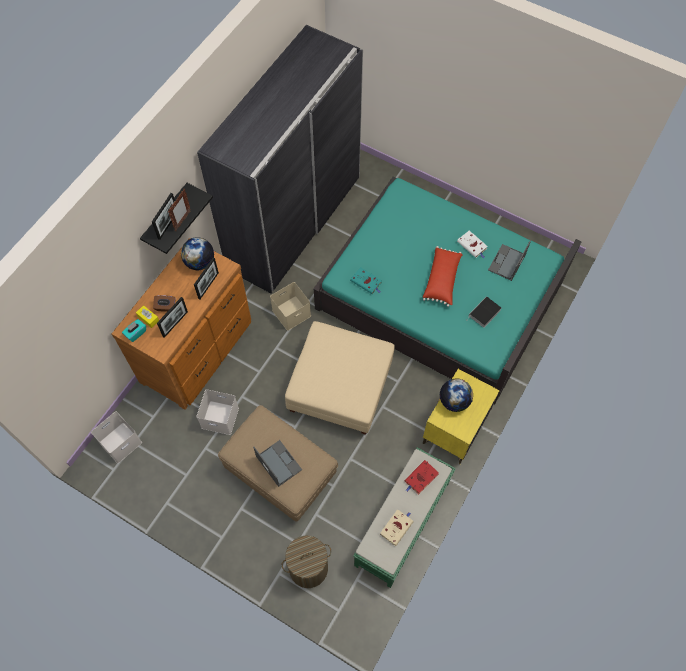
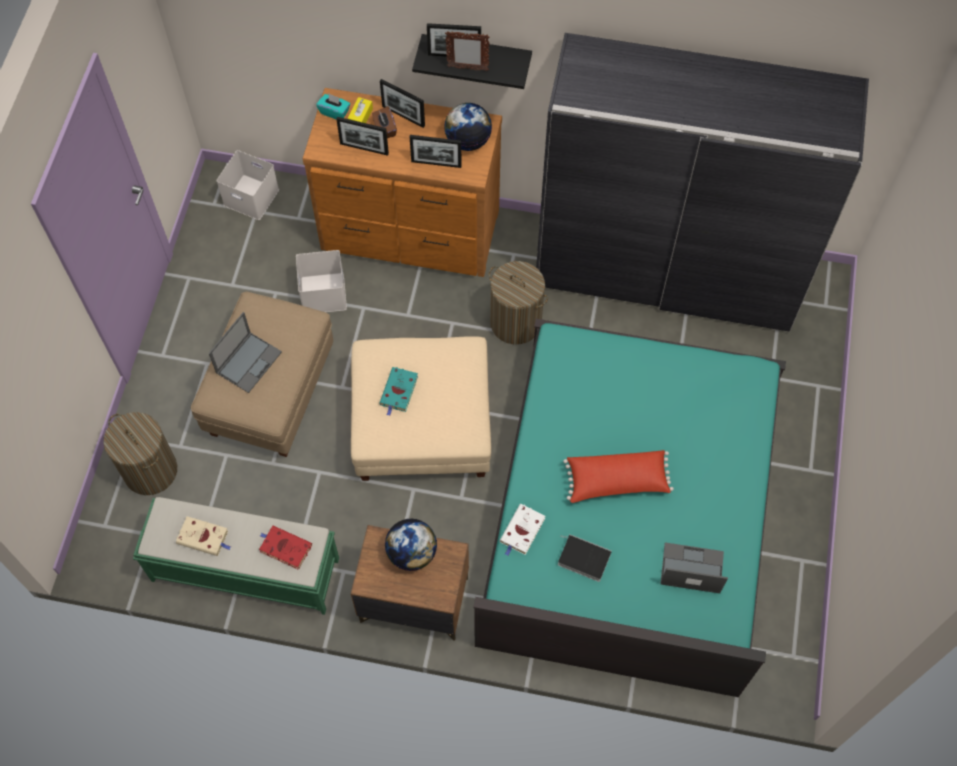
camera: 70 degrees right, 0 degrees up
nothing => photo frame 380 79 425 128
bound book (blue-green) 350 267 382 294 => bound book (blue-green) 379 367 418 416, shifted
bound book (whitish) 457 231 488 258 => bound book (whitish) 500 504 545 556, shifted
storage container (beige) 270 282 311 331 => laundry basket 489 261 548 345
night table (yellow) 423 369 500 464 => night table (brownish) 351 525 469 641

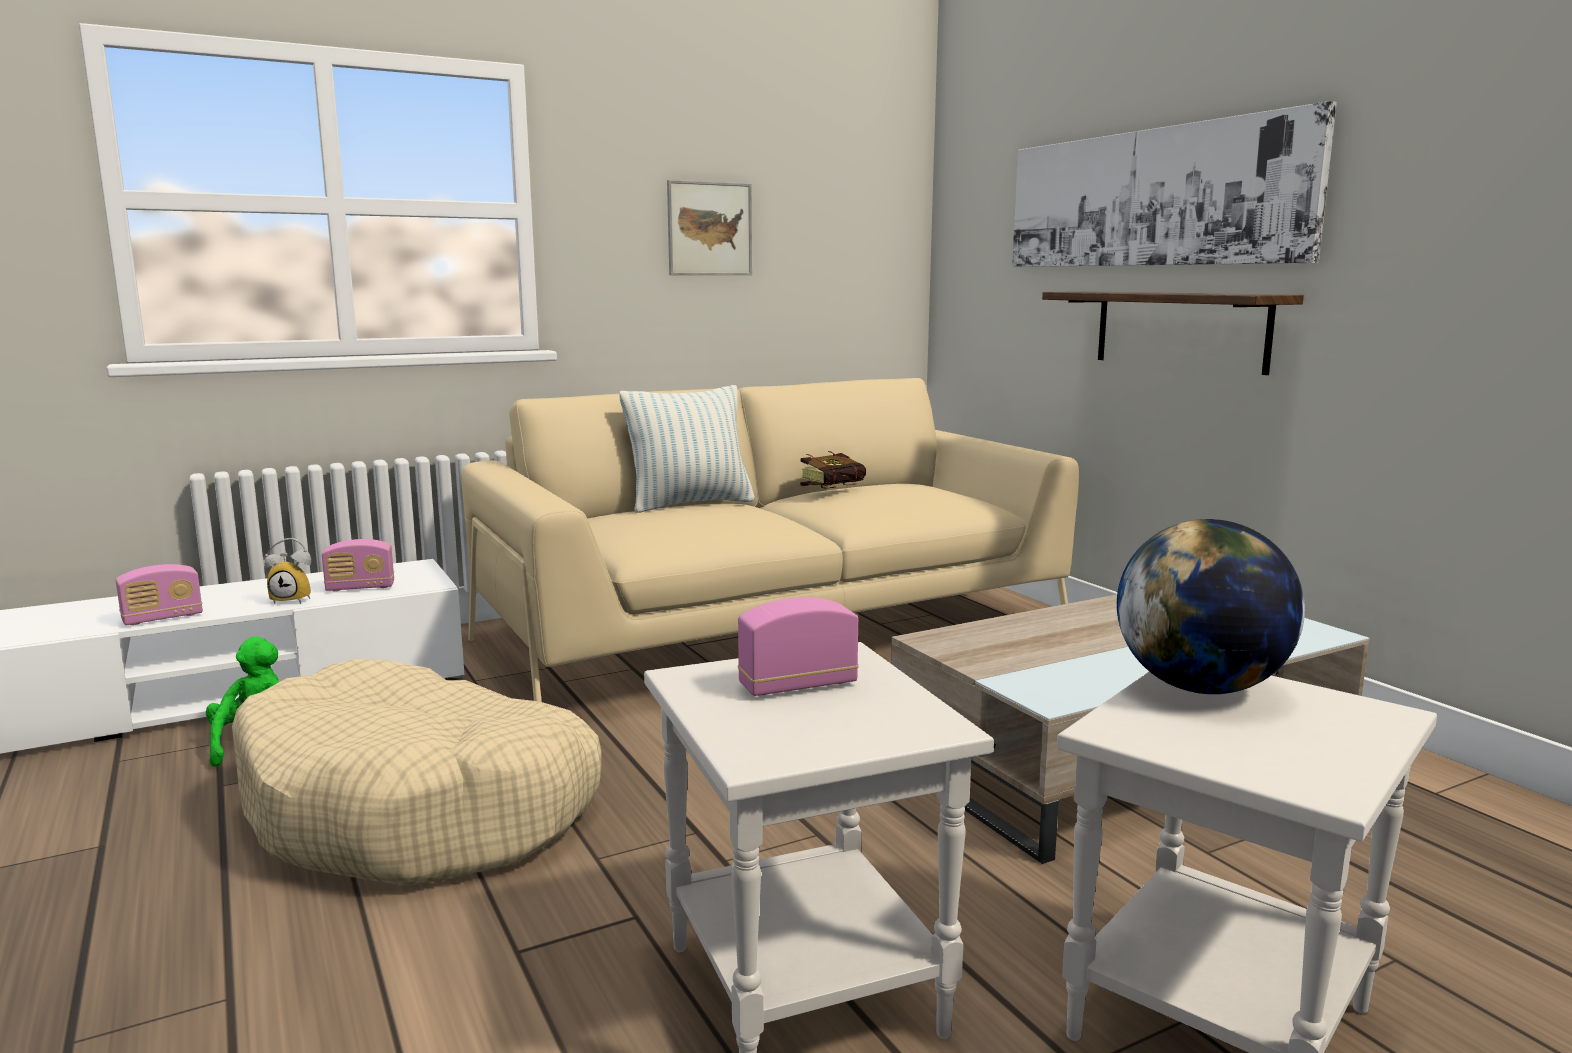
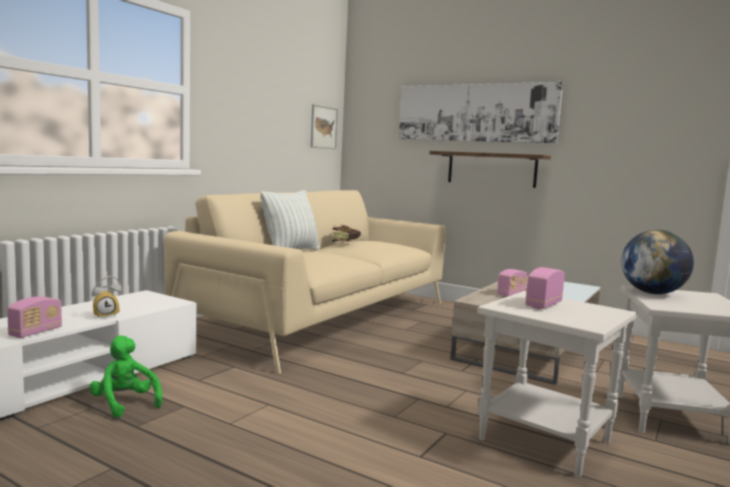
camera: 30 degrees left, 5 degrees down
dog bed (beige) 232 659 602 885 => nothing
radio set 322 539 394 591 => radio set 497 269 527 296, shifted
wall art 667 180 752 275 => wall art 311 104 338 149, shifted

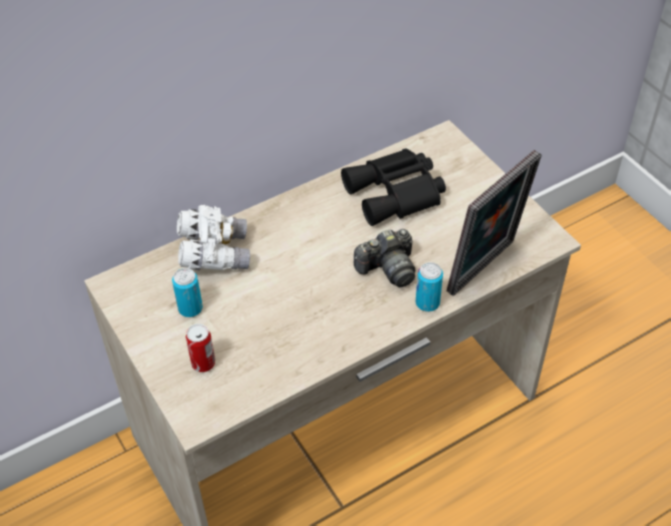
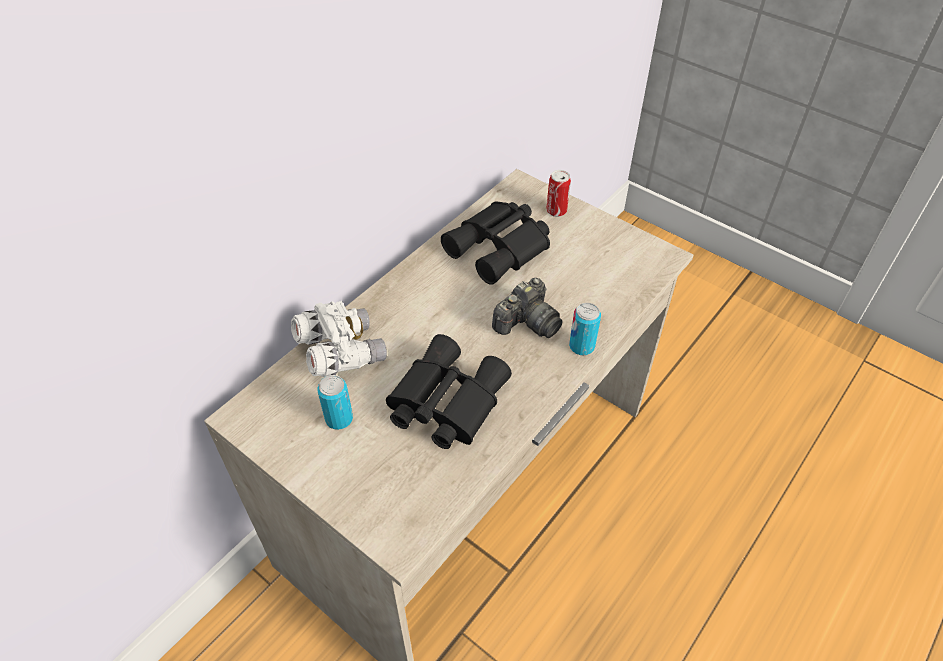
camera: 20 degrees left, 0 degrees up
photo frame 447 150 542 296 => nothing
nothing => field glasses (black-coloured) 386 334 512 449
can 186 324 215 372 => can 546 170 571 217, shifted

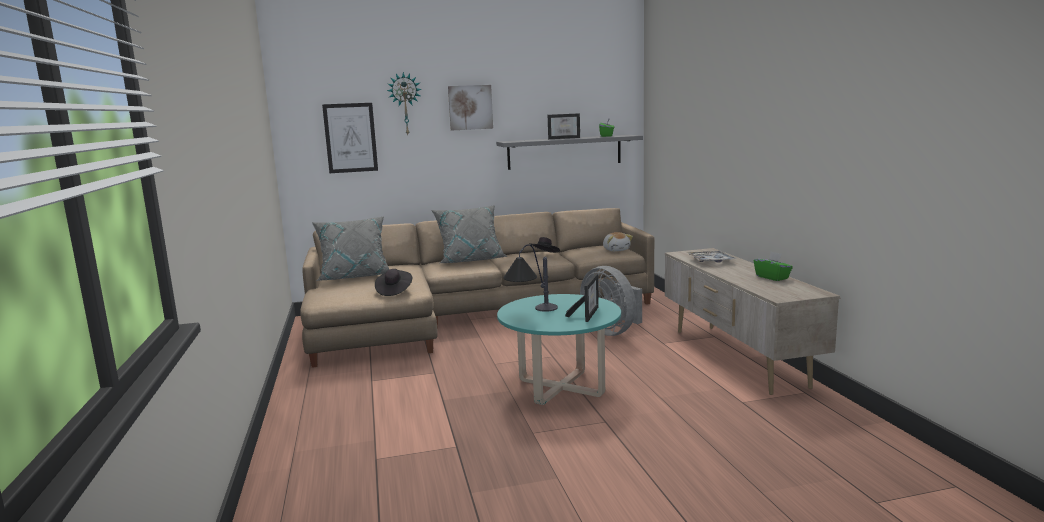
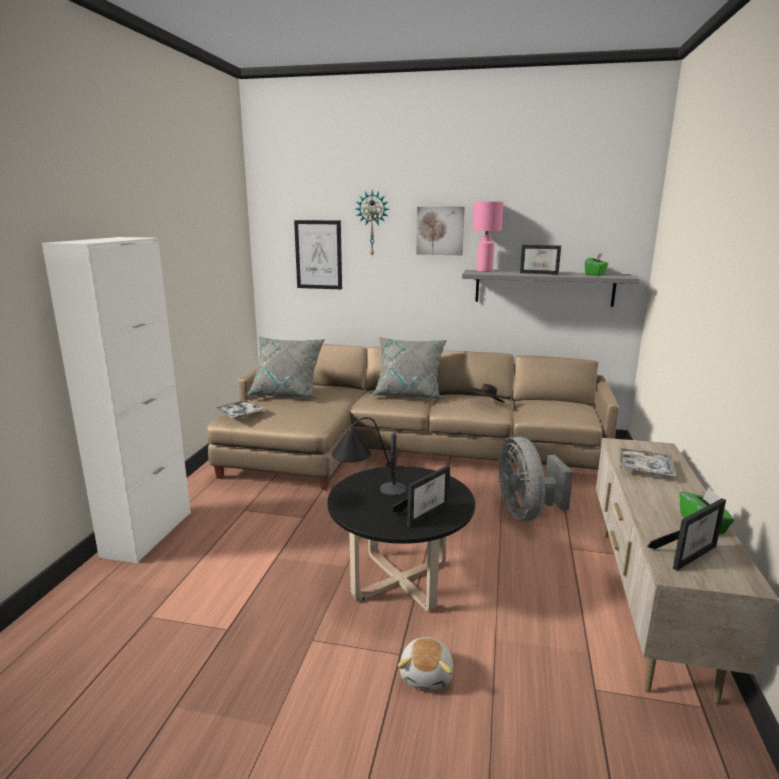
camera: 25 degrees right, 5 degrees up
clothing hat (black-coloured) 375 269 412 296 => nothing
nothing => cabinet (whitish) 42 237 191 563
nothing => tray 214 400 266 418
nothing => lamp for a table (pinkish) 472 202 504 272
nothing => photo frame 647 498 726 571
soft toy 603 232 633 251 => soft toy 398 637 453 690, shifted
low table (blue-green) 497 294 621 405 => low table (black-coloured) 327 466 475 611

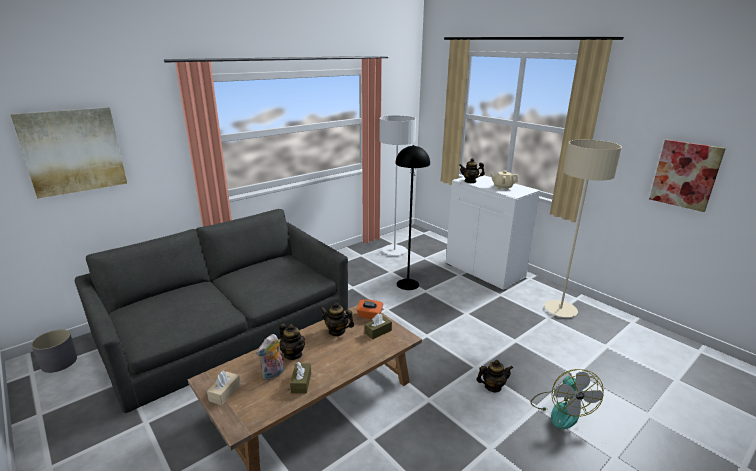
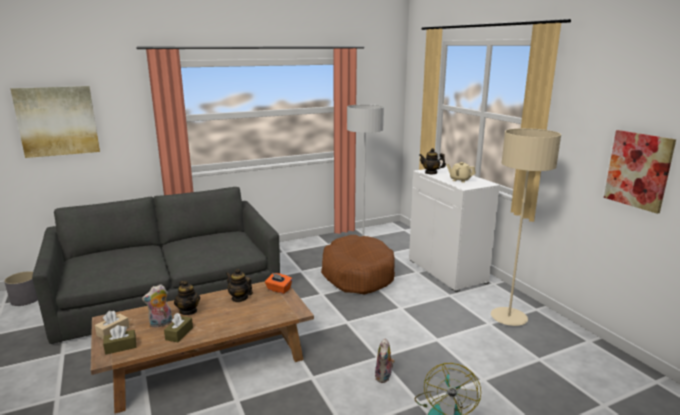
camera: 15 degrees right, 5 degrees down
box of tissues (brownish) 365 313 392 340 => box of tissues (brownish) 103 325 136 355, shifted
standard lamp (black-coloured) 395 145 430 290 => dog bed (brownish) 321 235 395 295
teapot 476 360 513 393 => soft toy 375 338 395 383

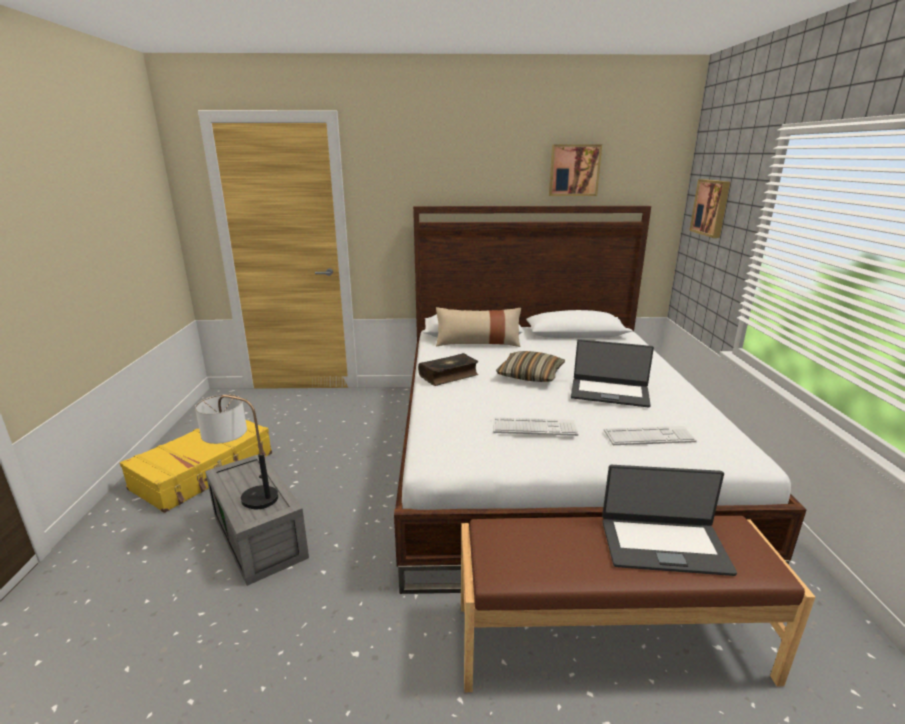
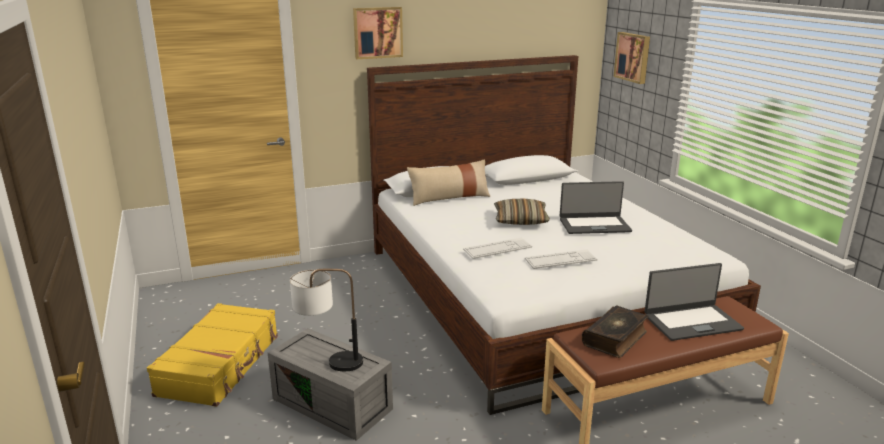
camera: 20 degrees left, 0 degrees up
bound book 418 353 478 386 => bound book 582 305 649 358, shifted
wall art 549 144 602 196 => wall art 353 7 403 59, shifted
keyboard 604 426 697 445 => keyboard 463 237 532 259, shifted

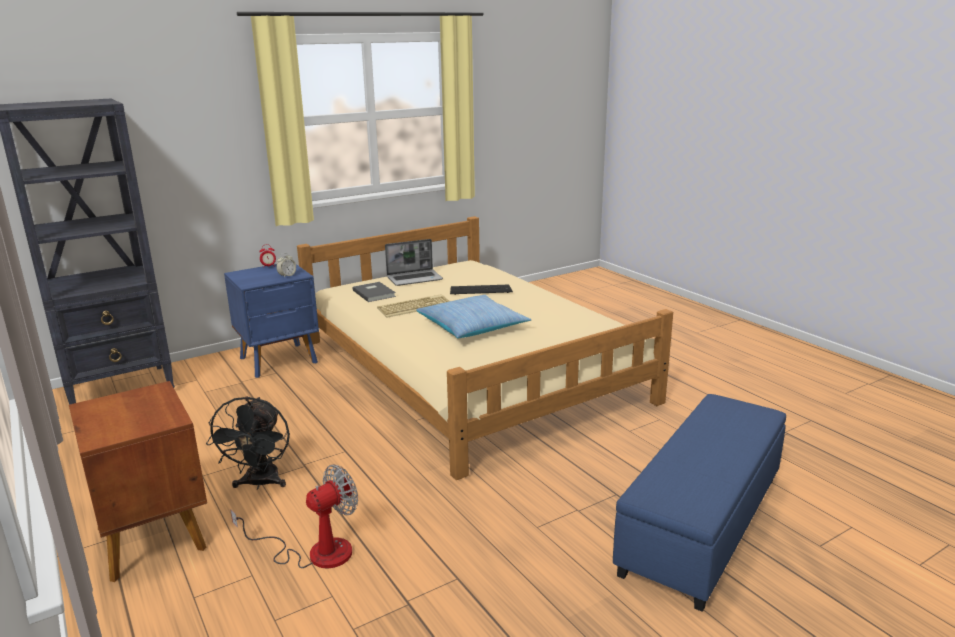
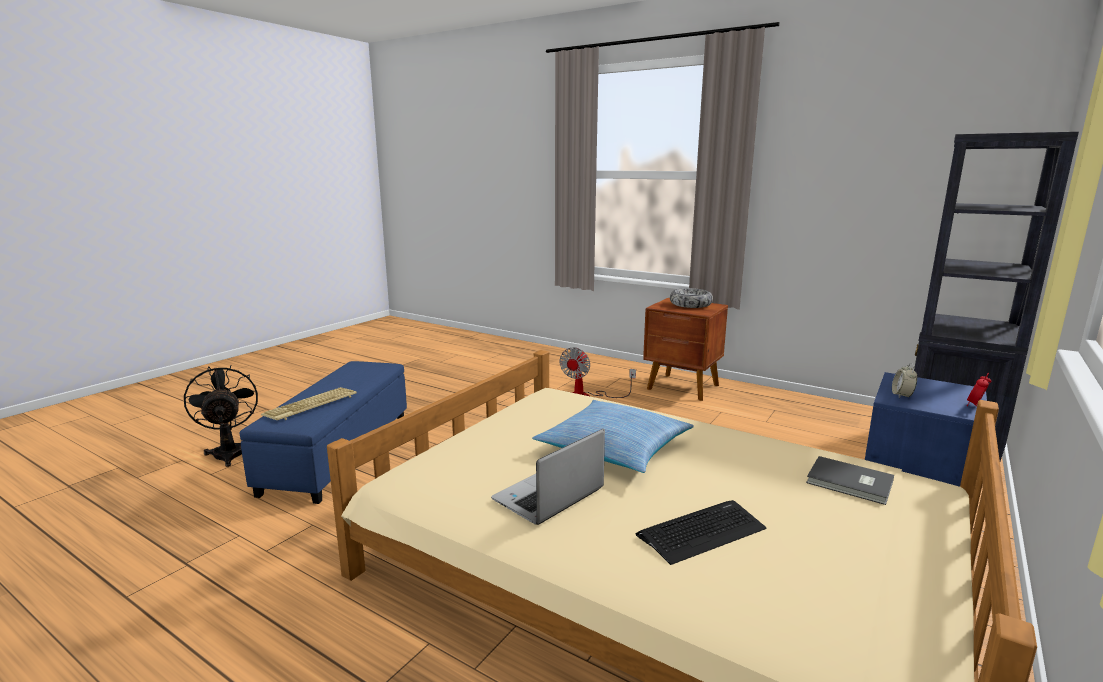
camera: 155 degrees right, 5 degrees down
nothing => serving bowl 670 288 713 308
cooling fan (black-coloured) 206 396 290 490 => cooling fan (black-coloured) 184 365 258 467, shifted
keyboard 377 294 450 318 => keyboard 261 387 357 420, shifted
portable computer 385 239 443 286 => portable computer 491 429 605 525, shifted

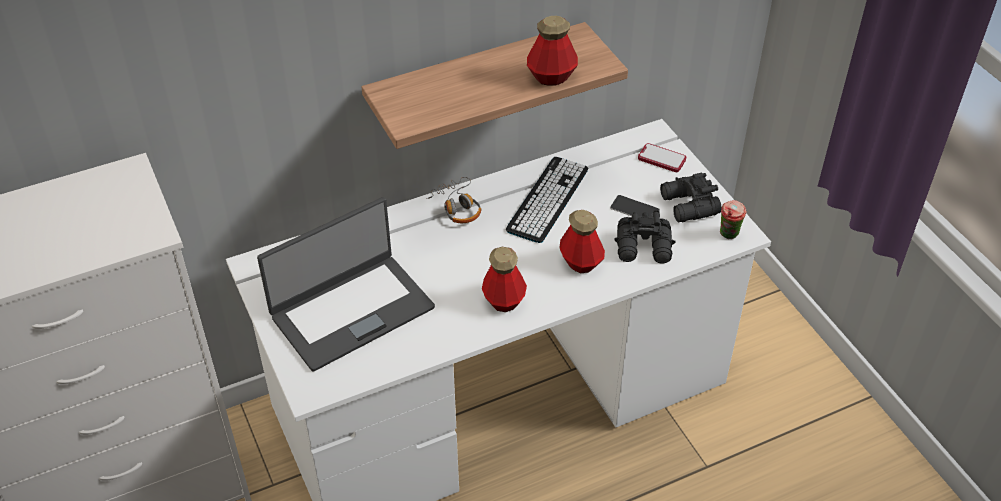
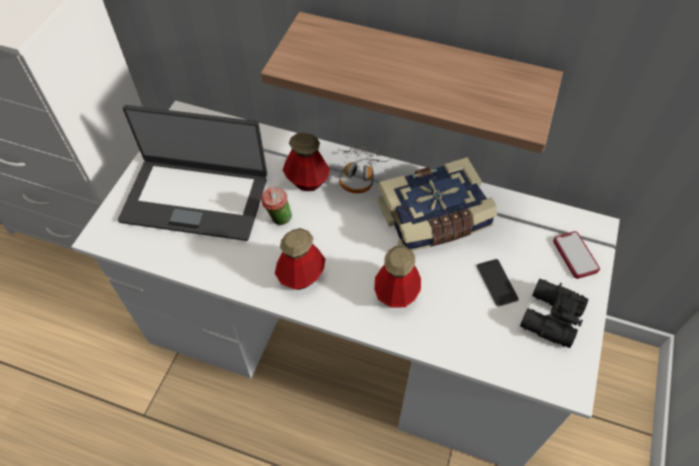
camera: 45 degrees right, 10 degrees up
field glasses (black-coloured) 614 210 676 263 => nothing
drink bottle 527 16 578 86 => drink bottle 283 133 330 191, shifted
small cup 720 200 747 239 => small cup 260 187 292 225, shifted
keyboard 506 157 588 243 => bound book 377 157 497 251

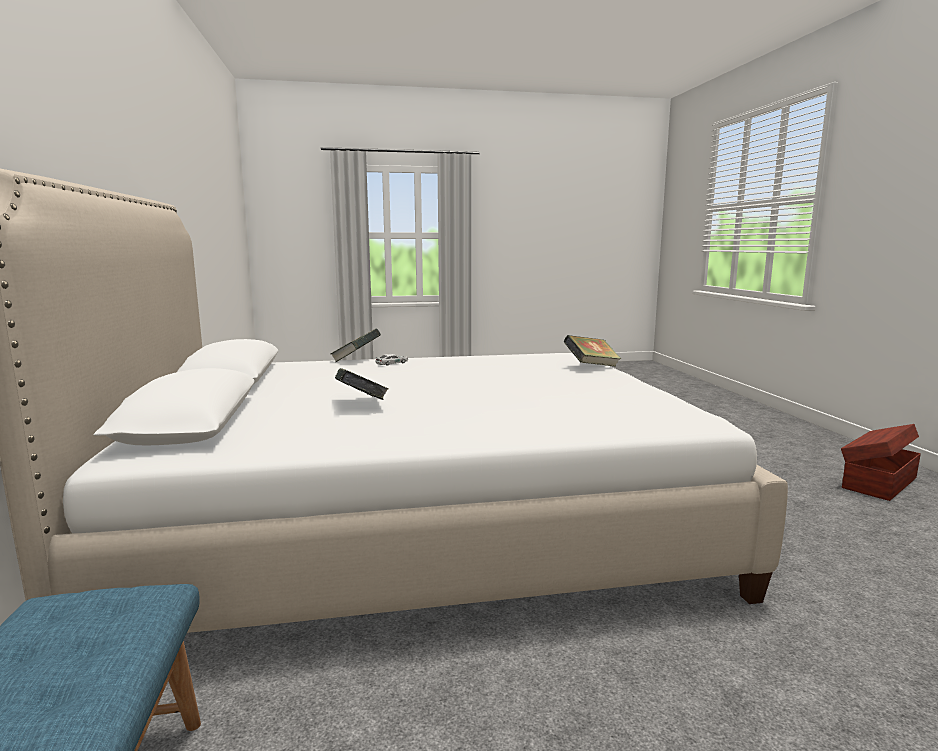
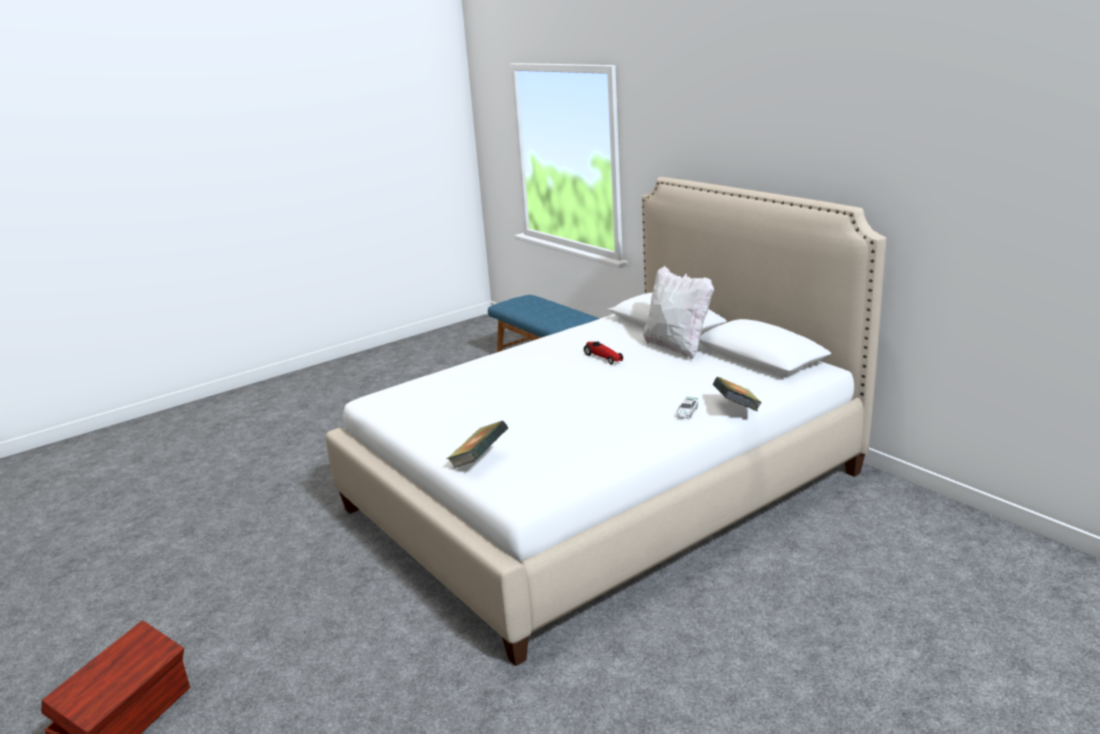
camera: 155 degrees right, 10 degrees up
nothing => throw pillow (whitish) 643 266 714 359
bound book 335 368 388 400 => model car 584 342 623 365

